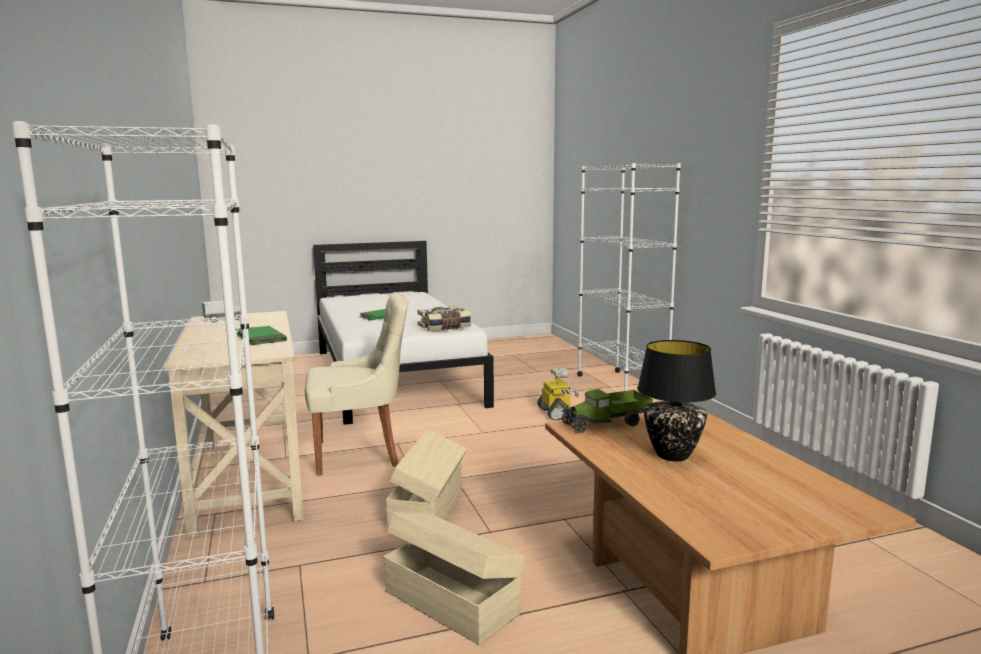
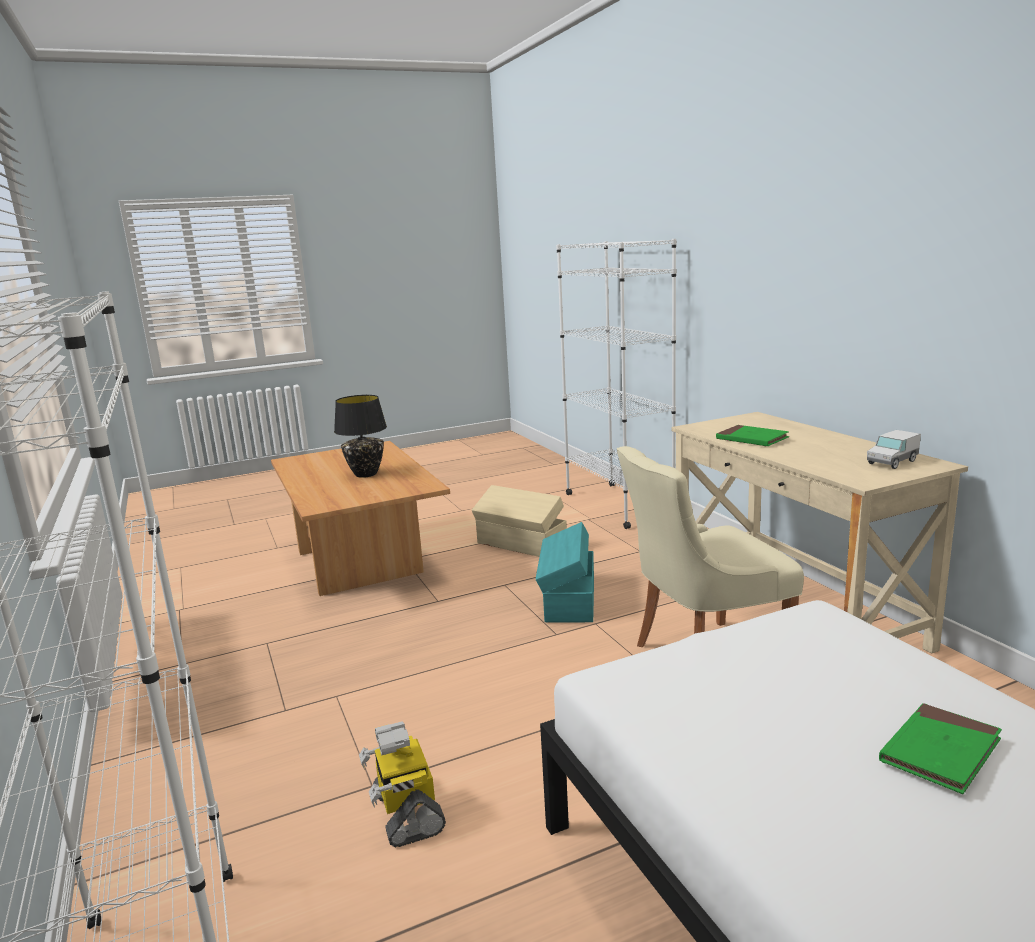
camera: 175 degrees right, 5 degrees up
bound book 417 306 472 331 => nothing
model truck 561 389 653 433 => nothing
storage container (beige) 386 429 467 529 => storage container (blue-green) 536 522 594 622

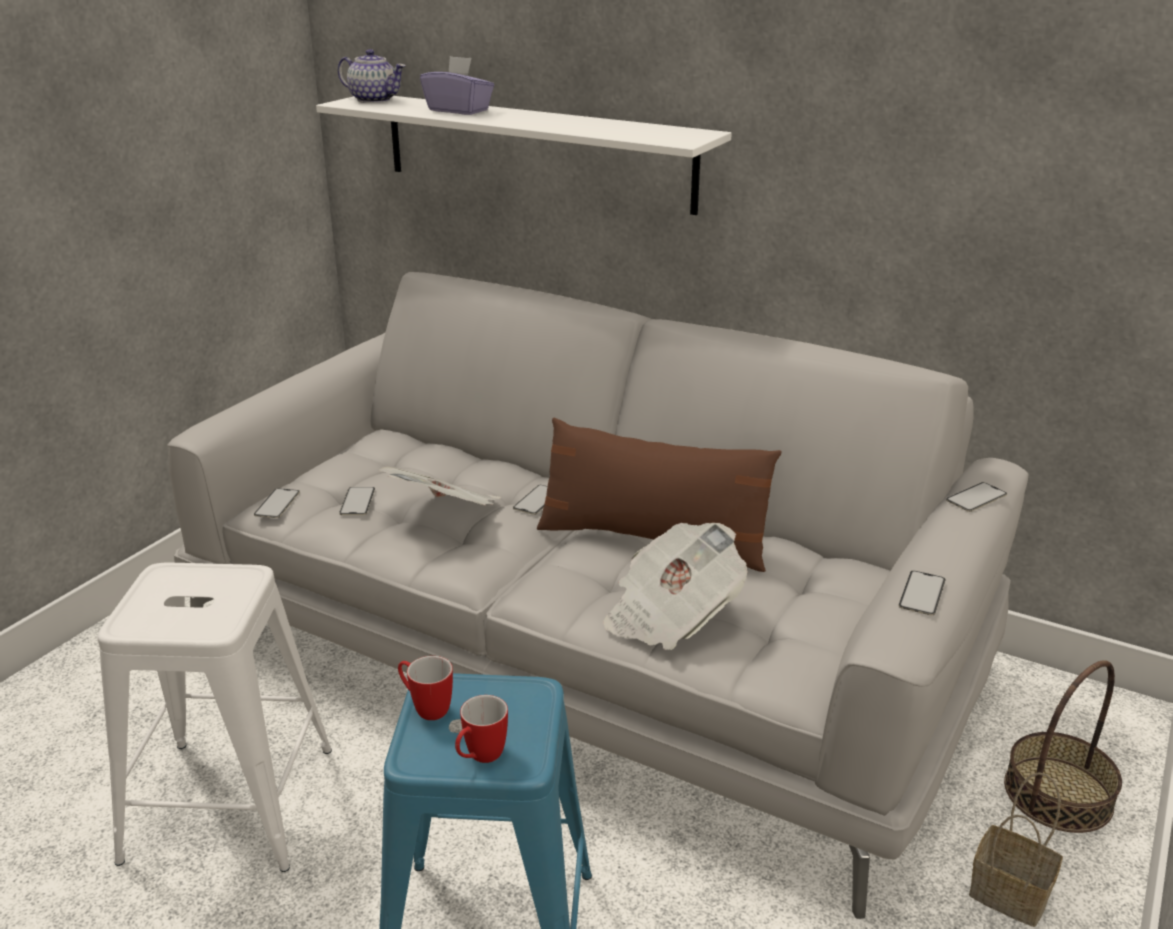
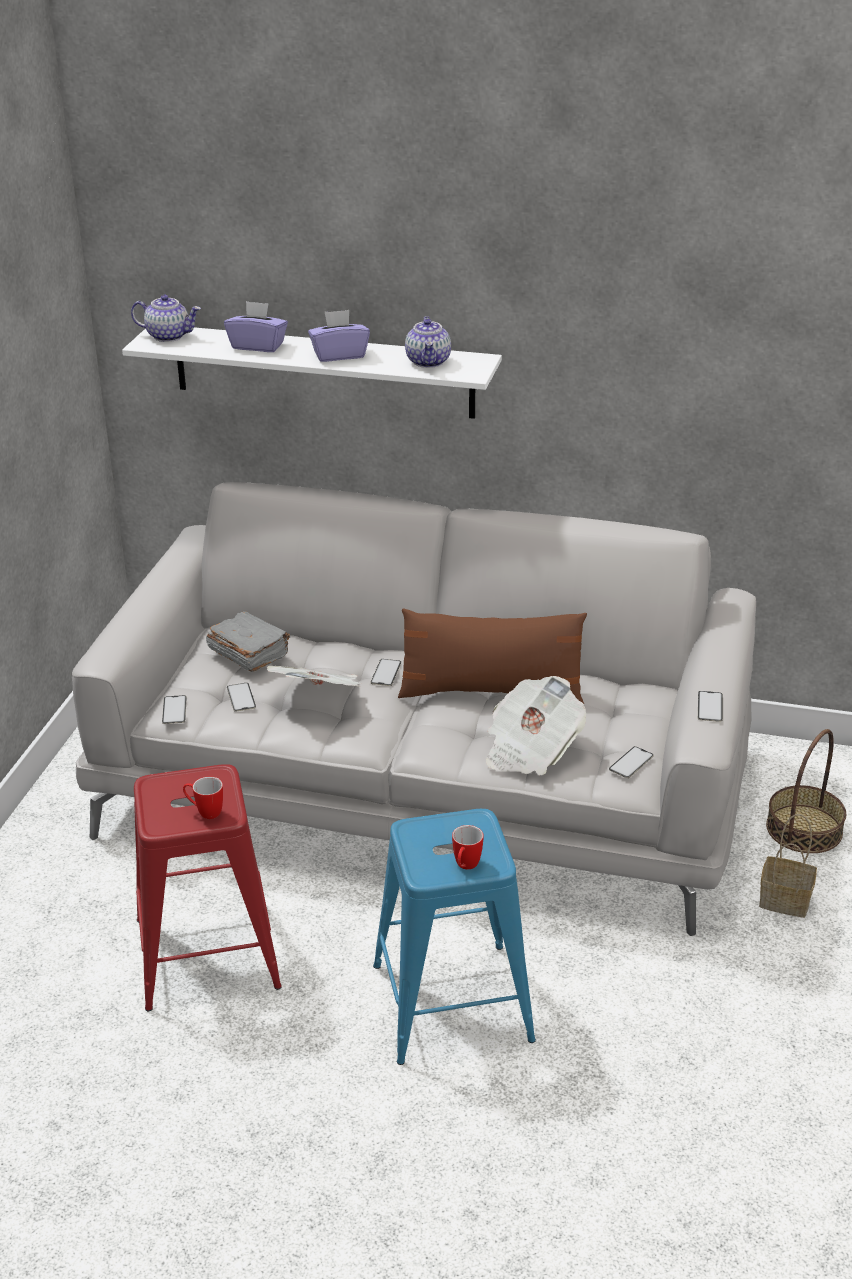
camera: 15 degrees left, 5 degrees up
nothing => bound book (gray) 206 611 290 672
nothing => box of tissues (purple) 308 310 370 362
nothing => teapot 405 316 451 368
coffee mug 398 656 453 720 => coffee mug 183 777 223 819, shifted
telephone 946 482 1007 512 => telephone 609 746 654 778, shifted
stool (whitish) 98 562 332 872 => stool (red) 134 764 282 1011

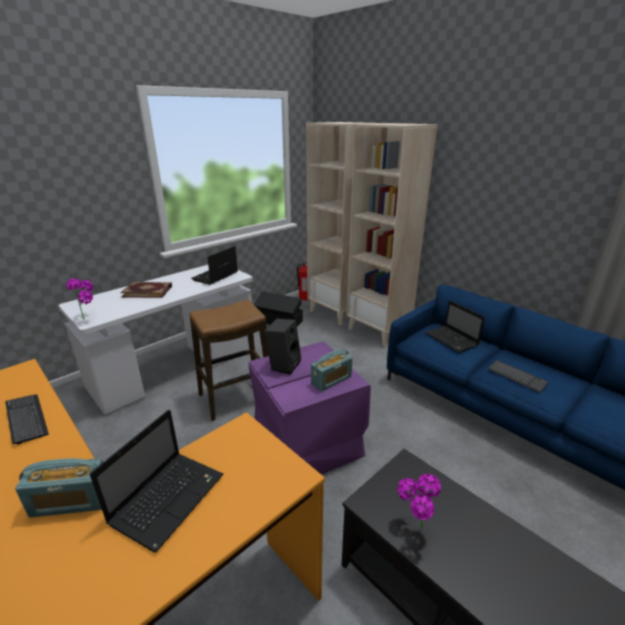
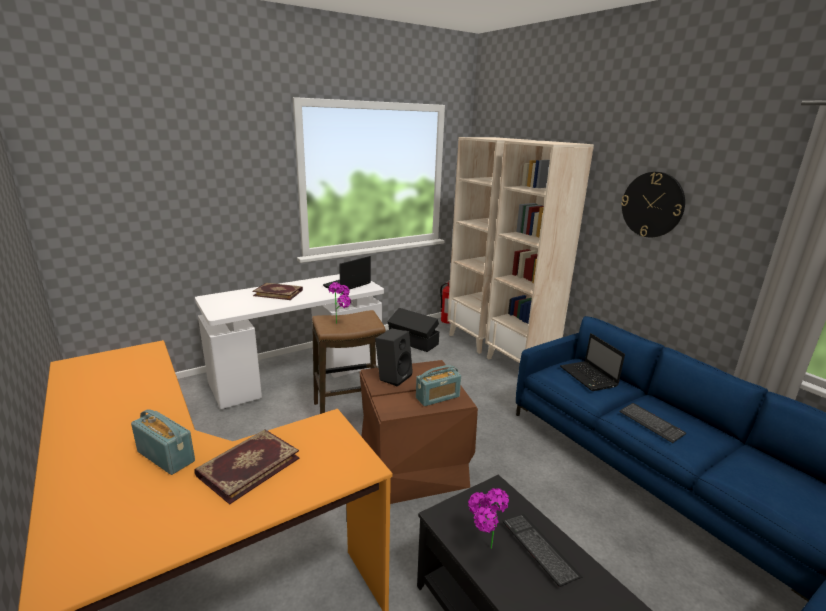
camera: 10 degrees right, 5 degrees down
nothing => wall clock 621 172 685 238
keyboard 5 394 49 445 => keyboard 503 514 583 587, shifted
potted plant 66 278 93 319 => potted plant 328 282 351 324, shifted
portable computer 90 410 223 553 => bound book 194 429 300 504
storage container (purple) 248 341 371 475 => storage container (brownish) 360 360 478 504
radio set 15 458 103 518 => radio set 131 409 195 475, 150 degrees counterclockwise

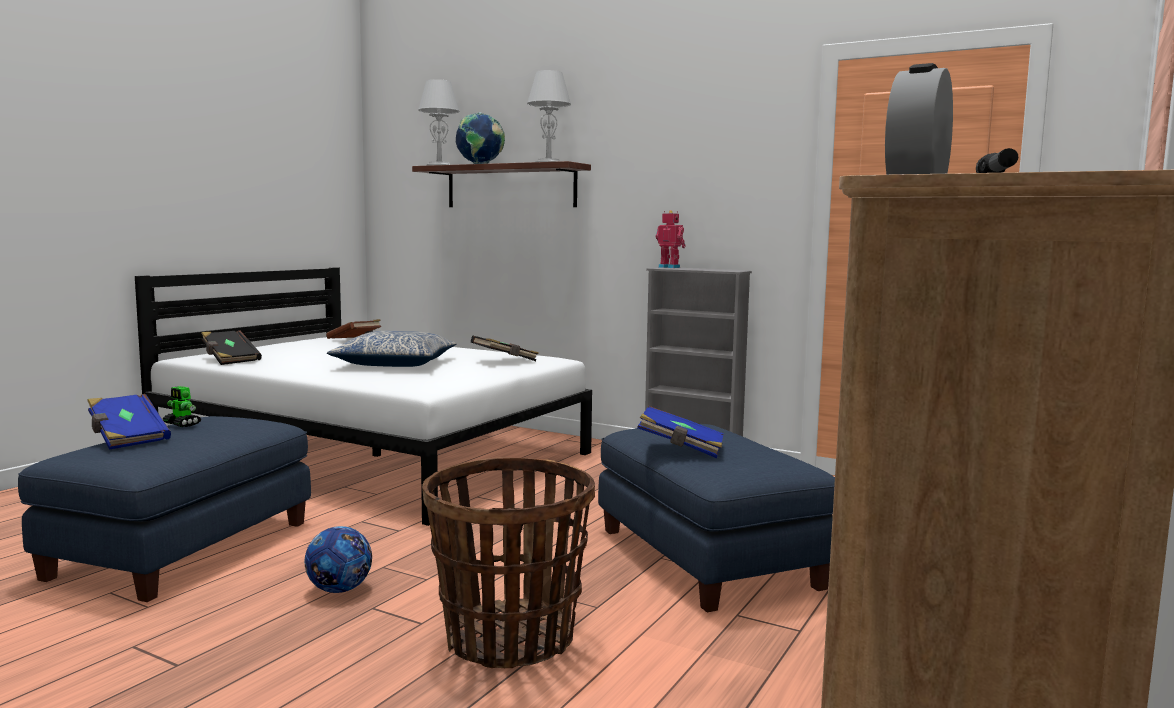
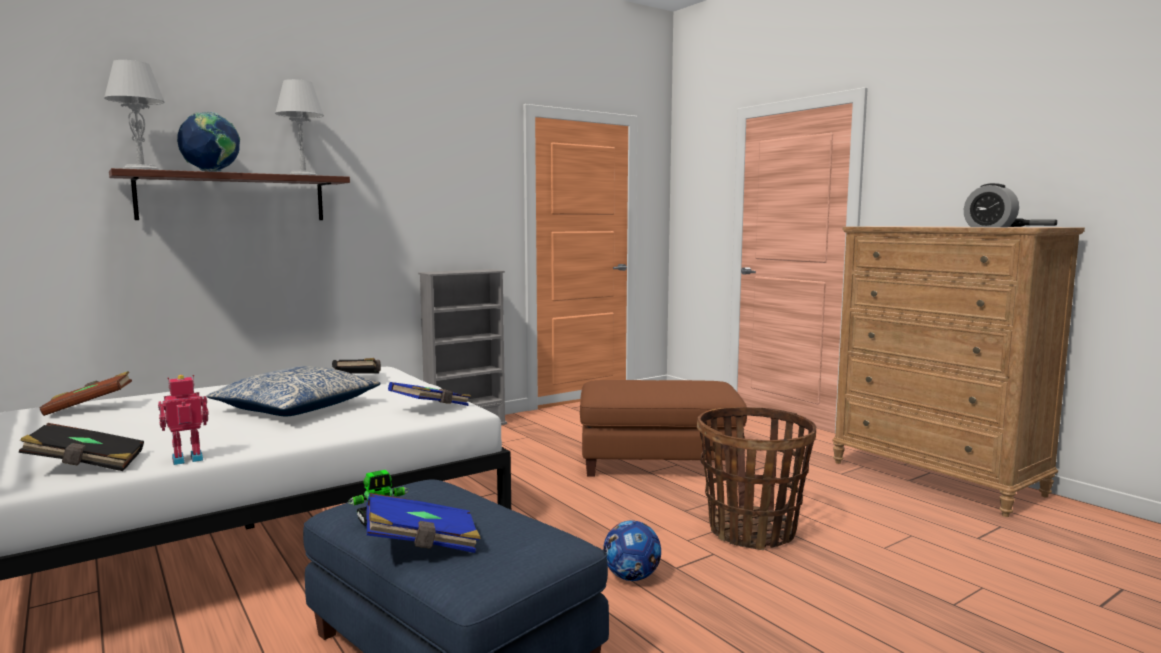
camera: 65 degrees left, 0 degrees up
bound book (blue) 637 406 723 458 => bound book (blue) 388 382 471 406, shifted
model robot 656 210 685 268 => model robot 158 375 209 465, shifted
pouffe (blue) 598 424 835 612 => pouffe (brownish) 580 380 747 477

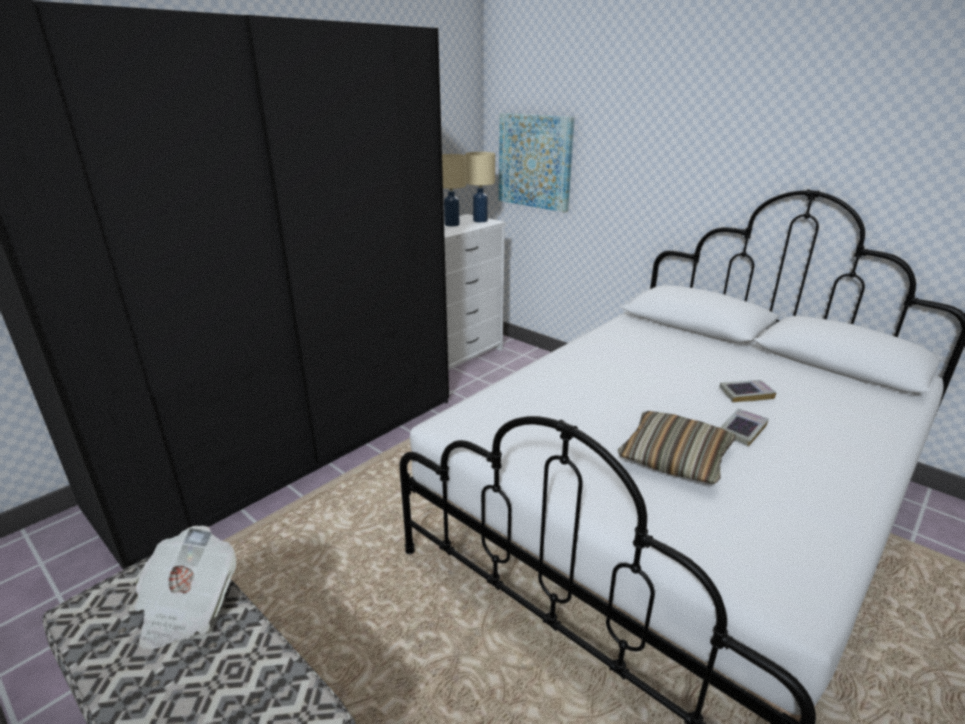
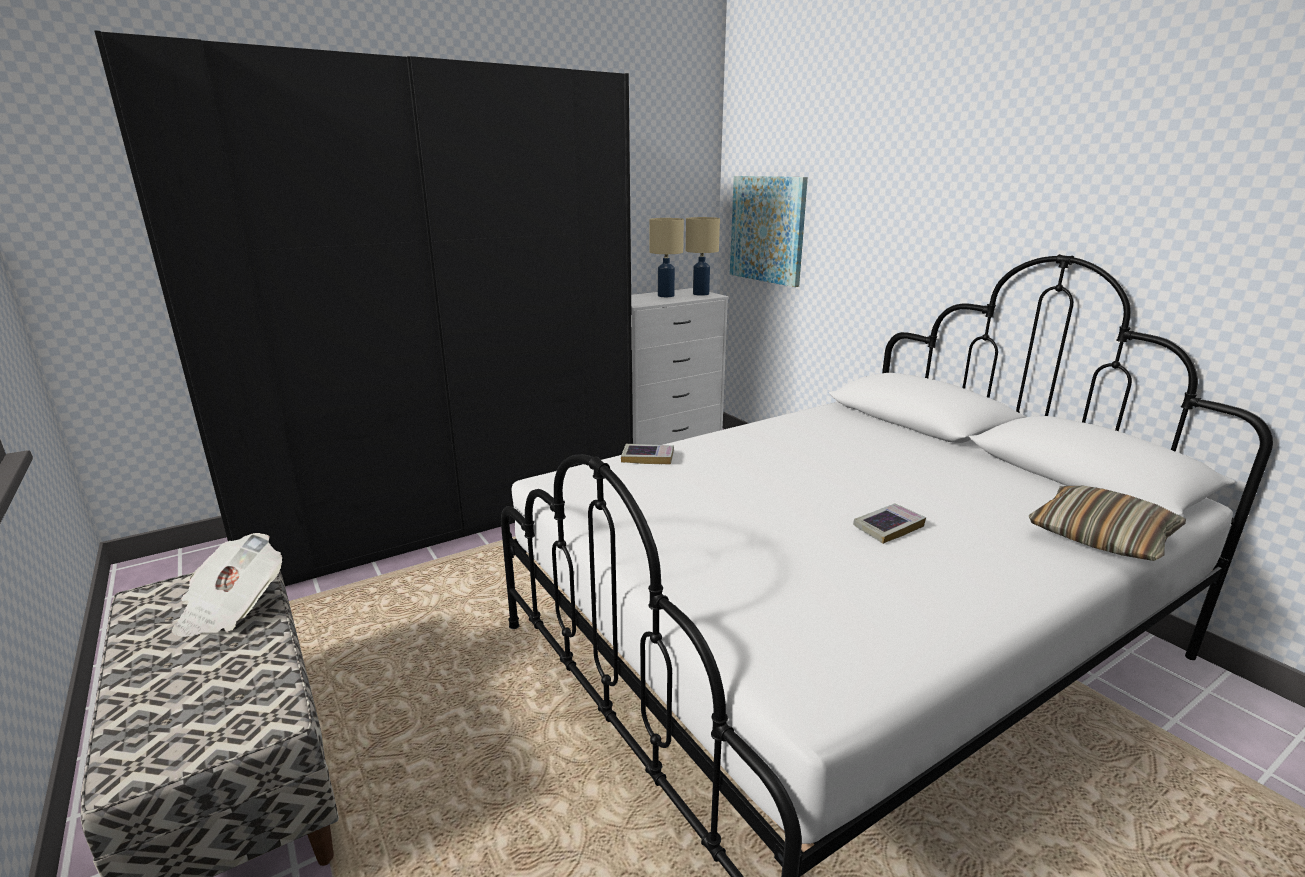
camera: 15 degrees right, 5 degrees down
throw pillow 618 411 736 484 => throw pillow 1029 486 1186 561, shifted
bound book 719 380 777 402 => bound book 621 444 674 465, shifted

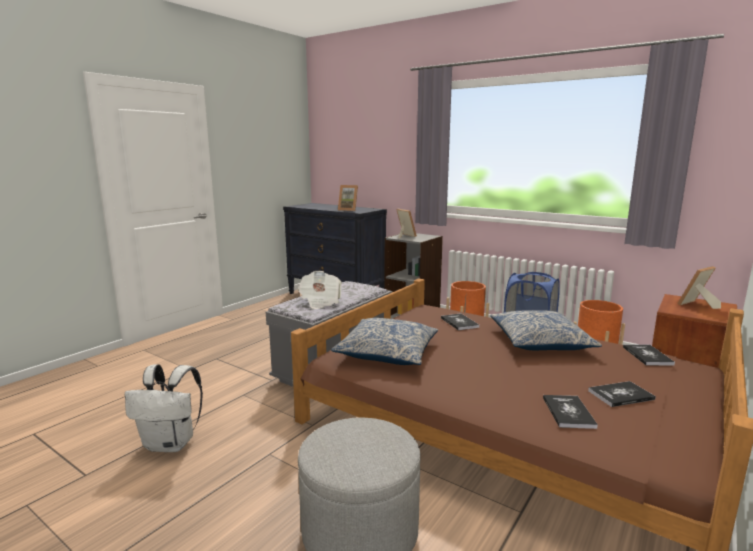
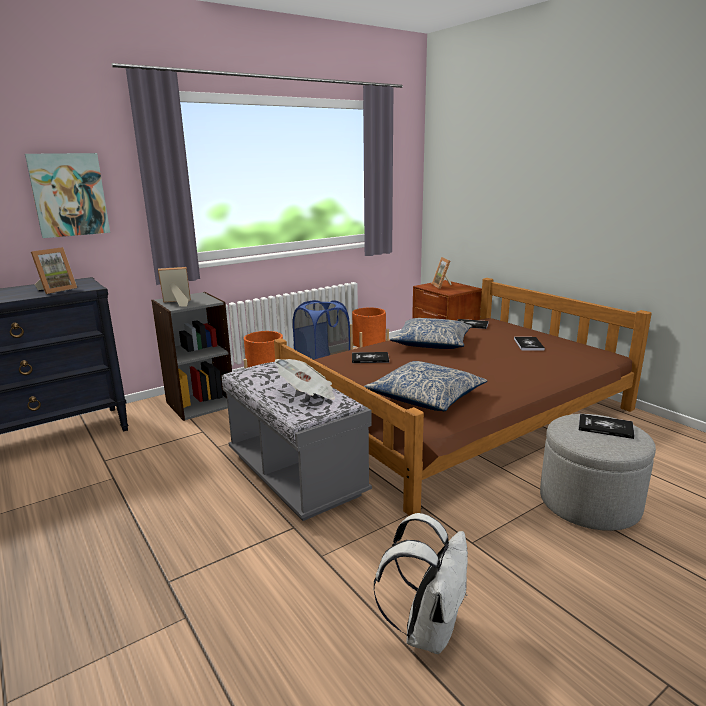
camera: 70 degrees left, 5 degrees up
nothing => wall art 25 153 110 238
bound book 543 395 598 429 => bound book 579 414 635 439, shifted

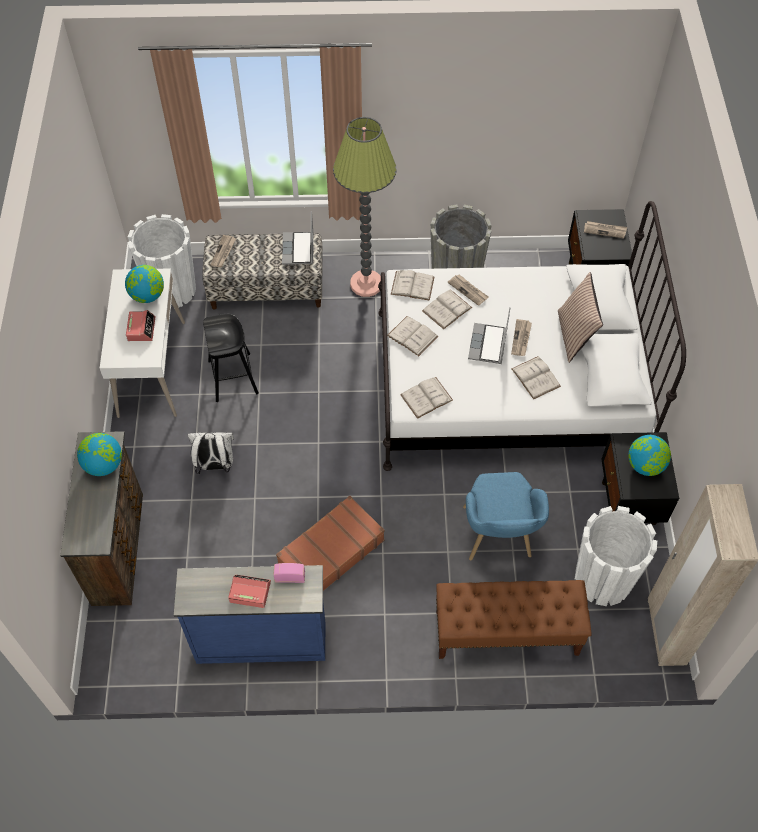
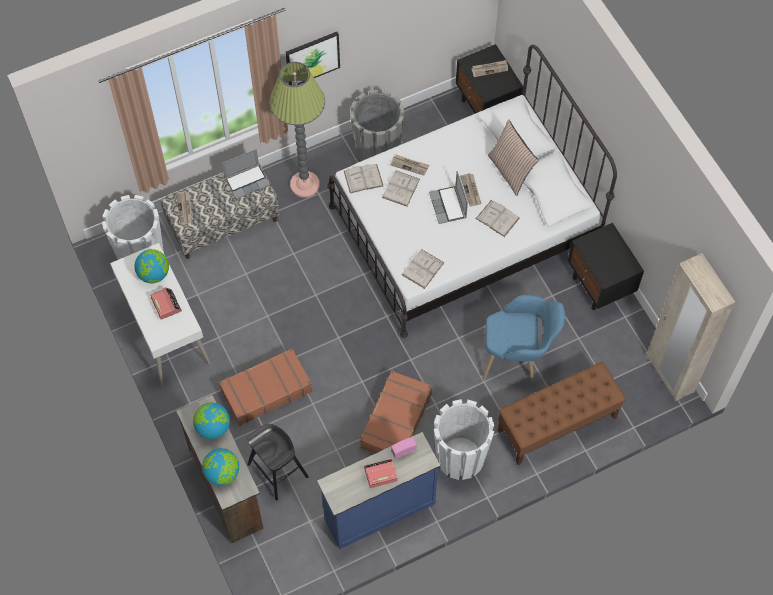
camera: 25 degrees left, 5 degrees up
bound book (whitish) 387 316 438 356 => nothing
nothing => wall art 286 32 340 86
stool (black-coloured) 203 314 259 402 => stool (black-coloured) 247 424 309 500, shifted
planter (whitish) 575 506 657 606 => planter (whitish) 434 399 494 480, shifted
globe 628 435 671 476 => globe 202 448 239 486, shifted
rucksack (whitish) 188 432 234 474 => piece of luggage (brownish) 219 348 313 426
portable computer 282 211 314 265 => portable computer 222 149 270 200, 90 degrees counterclockwise
easy chair (blue) 463 472 549 561 => easy chair (blue) 482 295 565 382, 60 degrees counterclockwise

